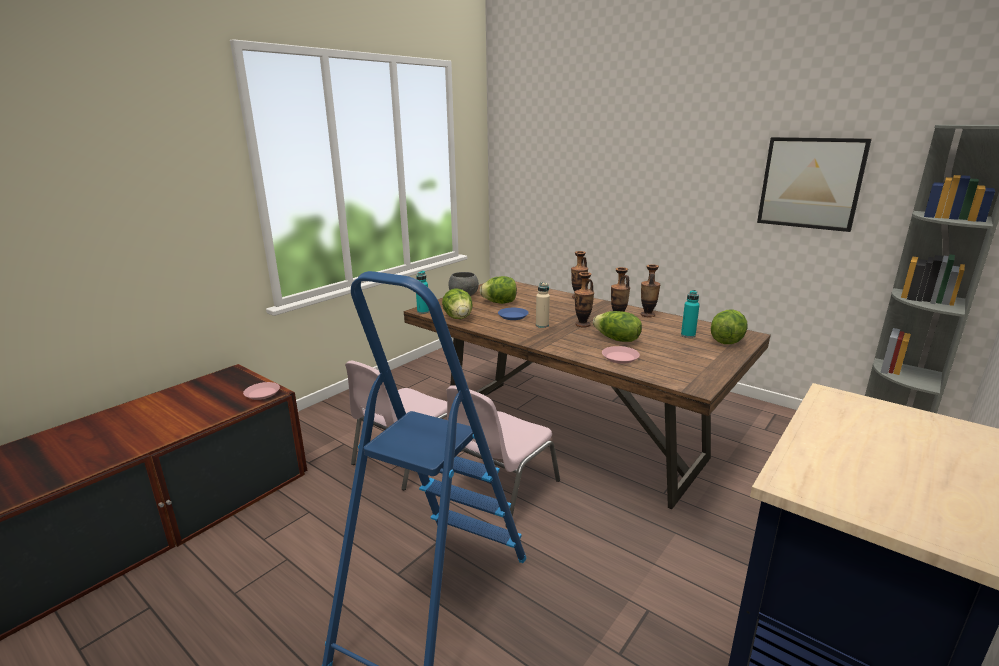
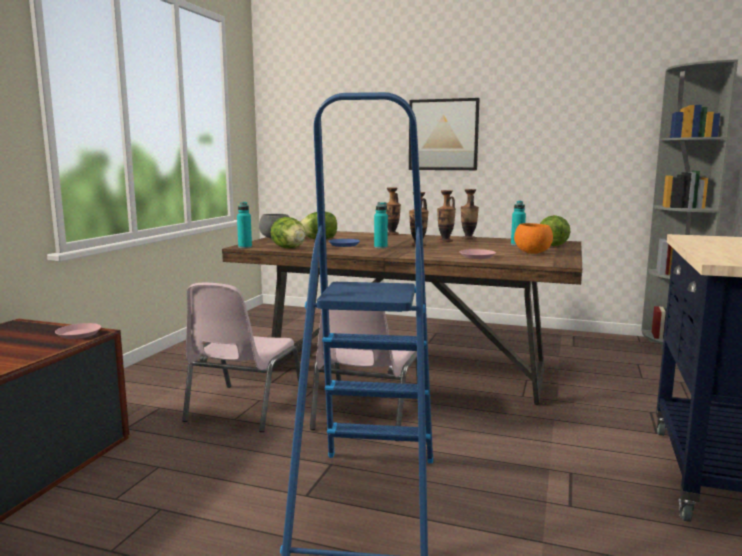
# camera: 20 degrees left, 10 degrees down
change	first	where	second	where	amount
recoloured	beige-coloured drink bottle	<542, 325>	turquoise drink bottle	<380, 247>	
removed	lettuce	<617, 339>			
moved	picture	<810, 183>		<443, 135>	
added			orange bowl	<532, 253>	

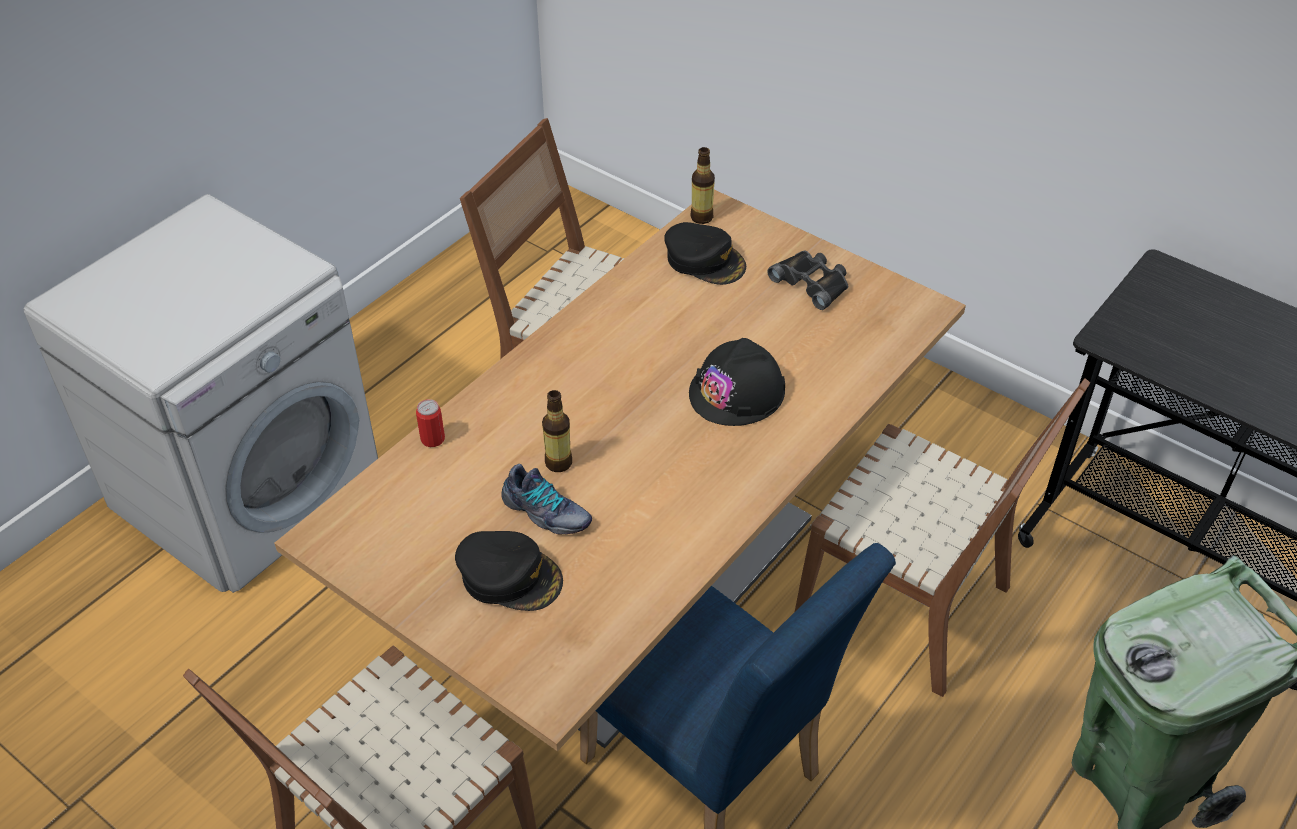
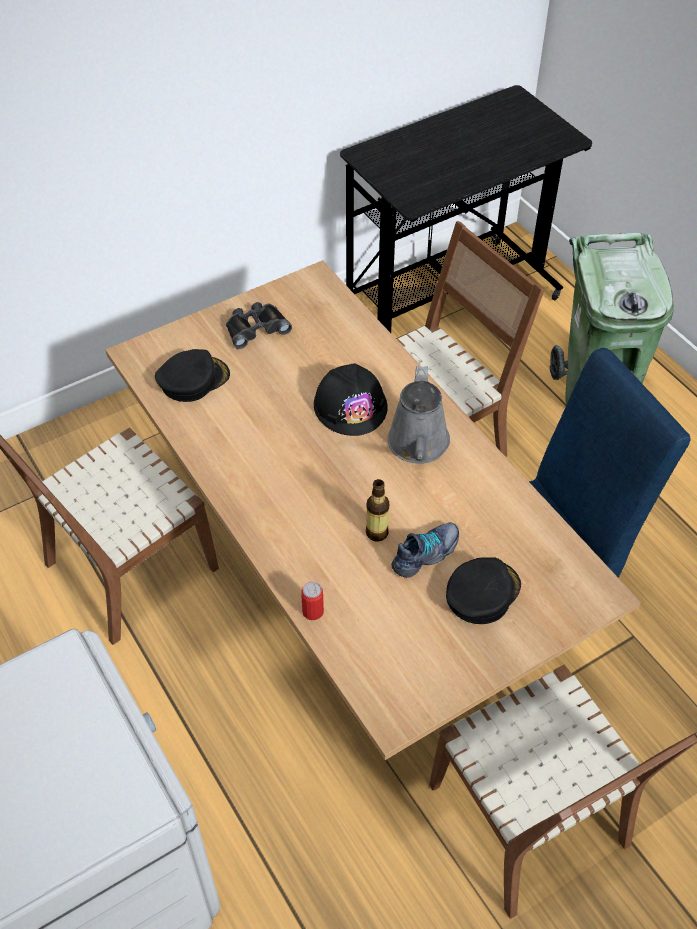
# camera: 70 degrees left, 5 degrees up
change	first	where	second	where	amount
removed	drink bottle	<701, 217>			
added			grey watering pot	<418, 445>	

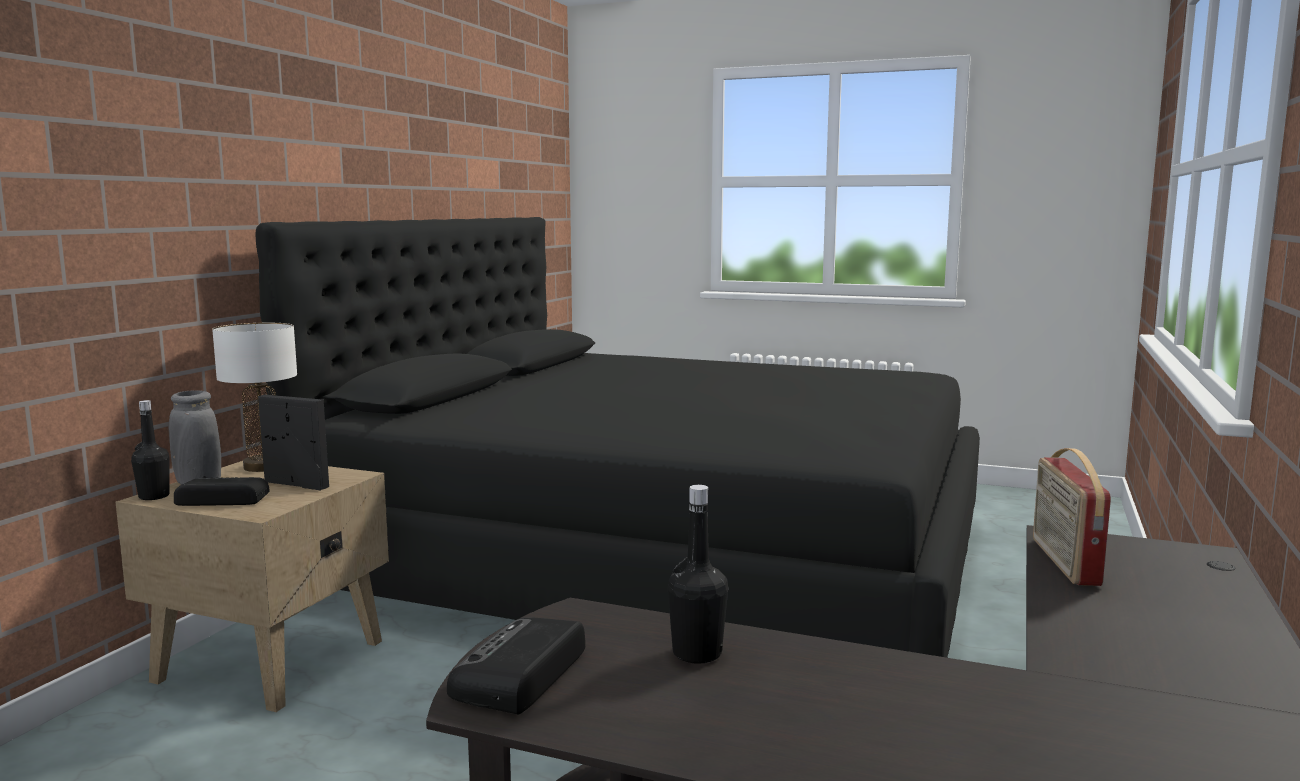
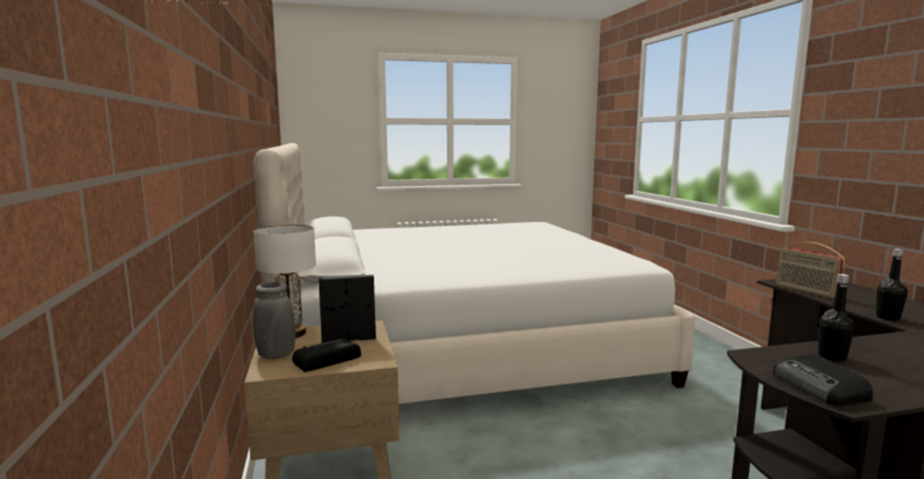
# camera: 35 degrees left, 0 degrees up
change	first	where	second	where	amount
moved	black drink bottle	<154, 496>		<888, 317>	
recoloured	black bed	<667, 558>	white bed	<456, 344>	

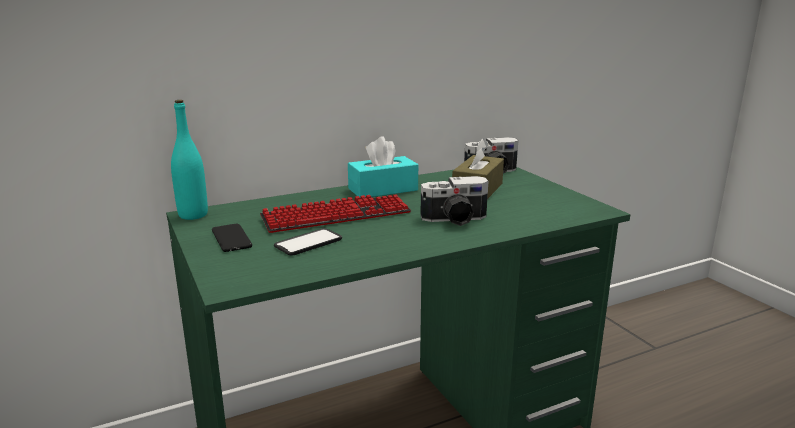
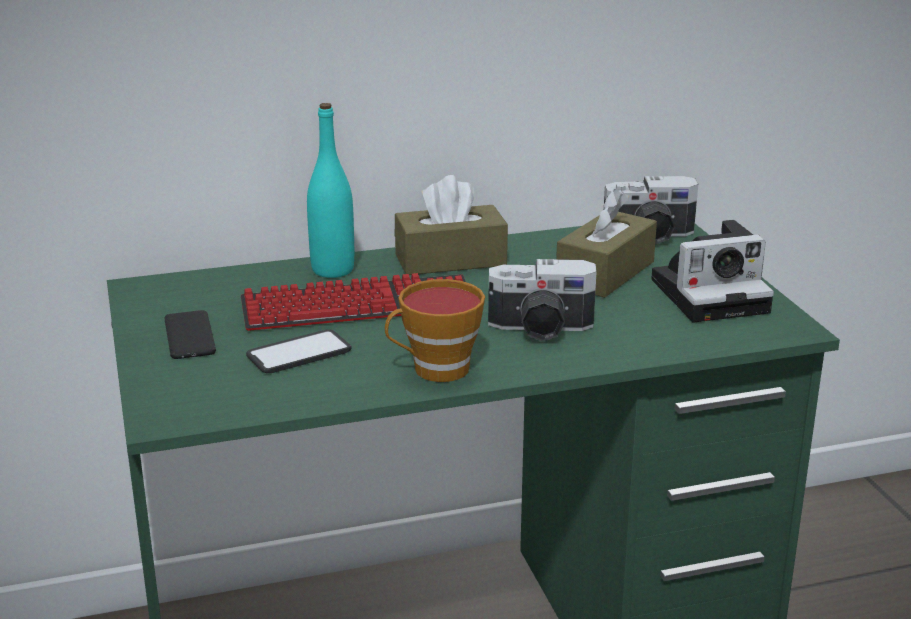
# camera: 10 degrees right, 5 degrees up
change	first	where	second	where	amount
moved	turquoise drink bottle	<193, 215>		<332, 270>	
recoloured	turquoise box of tissues	<383, 189>	brown-coloured box of tissues	<450, 260>	
added			cup	<435, 370>	
added			still camera	<713, 294>	

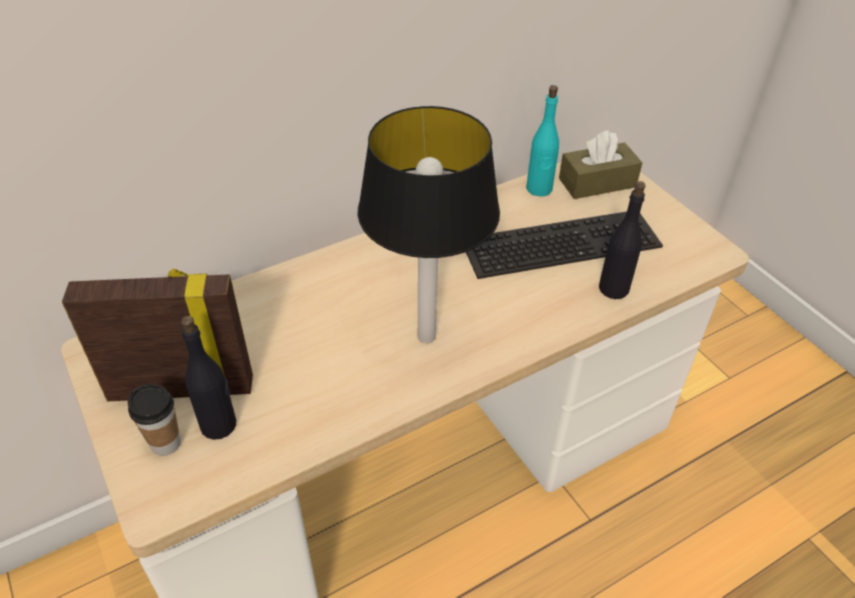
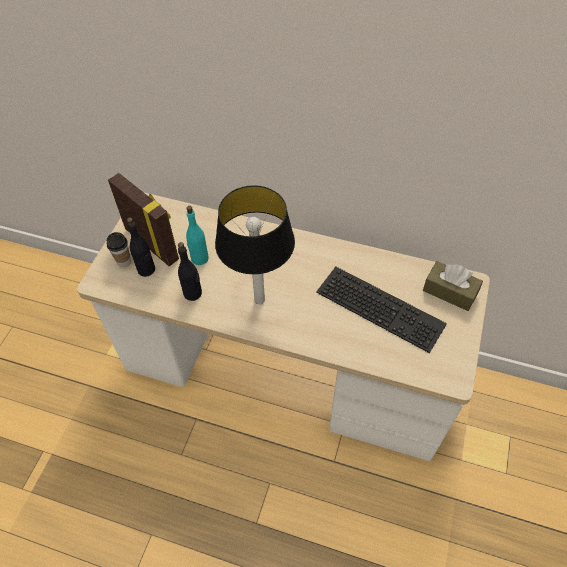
# camera: 50 degrees right, 10 degrees up
change	first	where	second	where	amount
moved	turquoise drink bottle	<539, 189>		<199, 258>	
moved	black drink bottle	<614, 288>		<193, 293>	

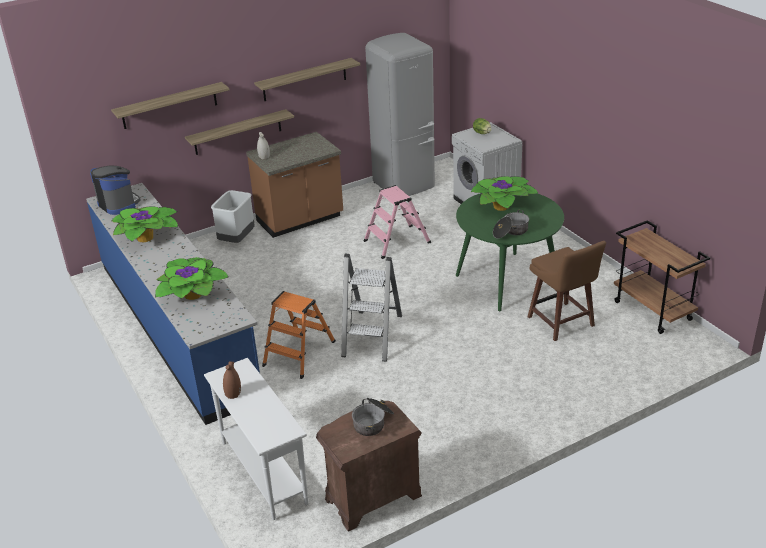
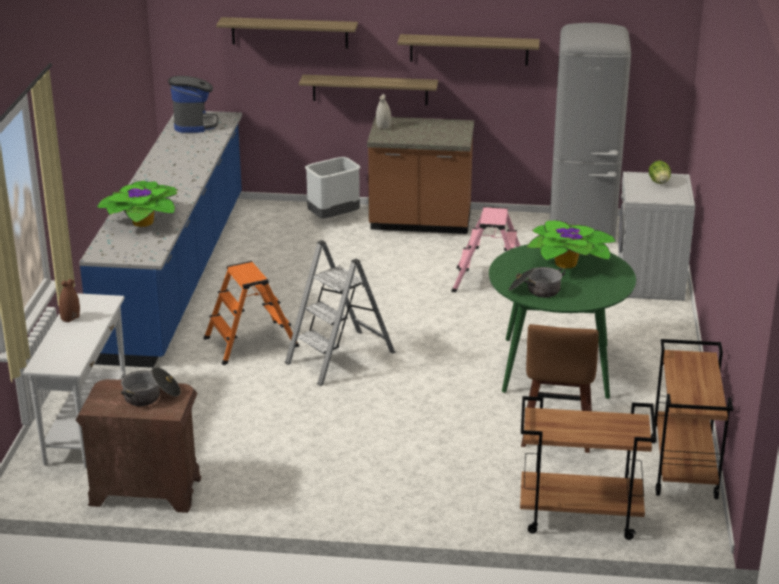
# camera: 35 degrees right, 5 degrees down
change	first	where	second	where	amount
removed	plant in a pot	<147, 237>			
added			brown-coloured cart	<578, 517>	

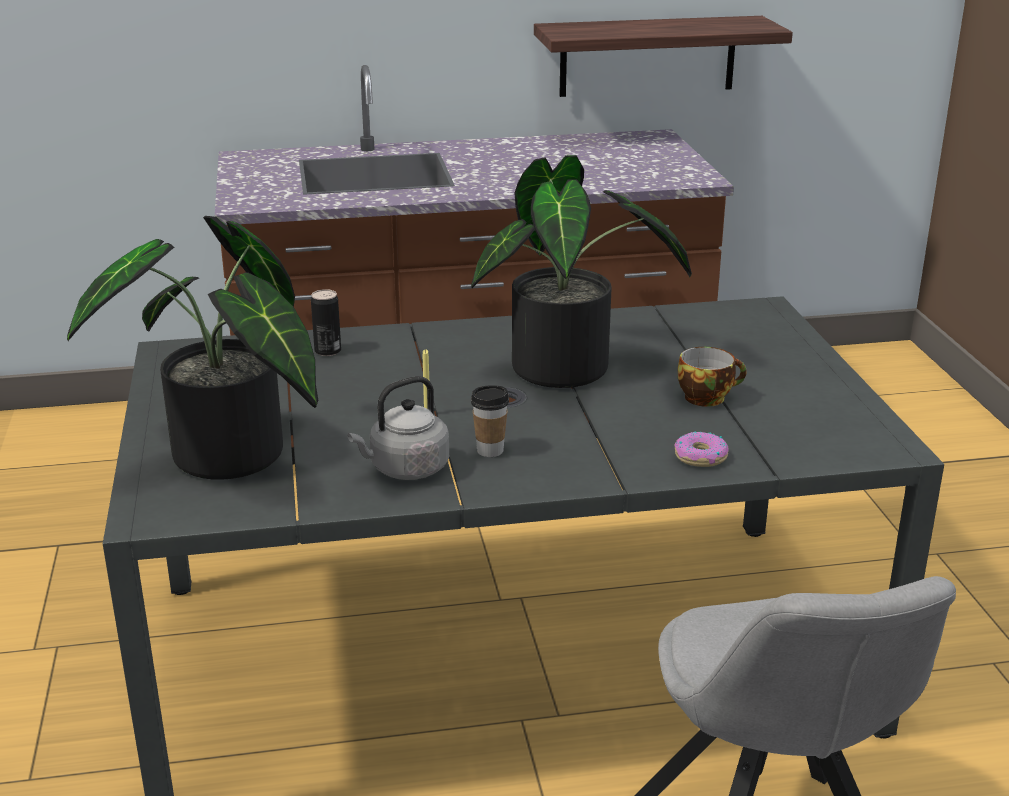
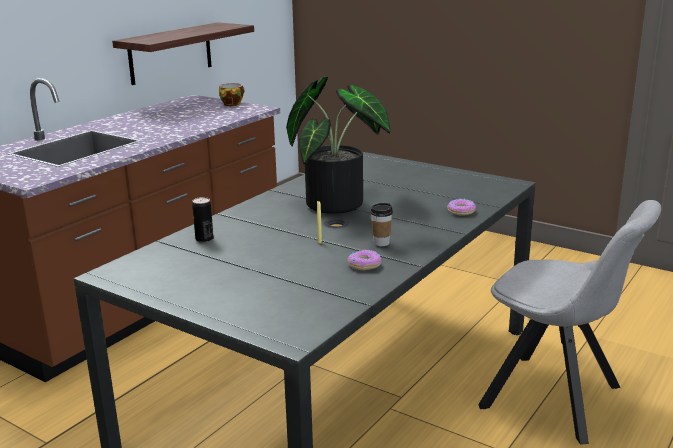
# camera: 45 degrees left, 5 degrees down
change	first	where	second	where	amount
removed	plant in a pot	<229, 461>			
replaced	grey tea kettle	<405, 469>	donut	<364, 265>	
moved	cup	<707, 397>		<232, 104>	

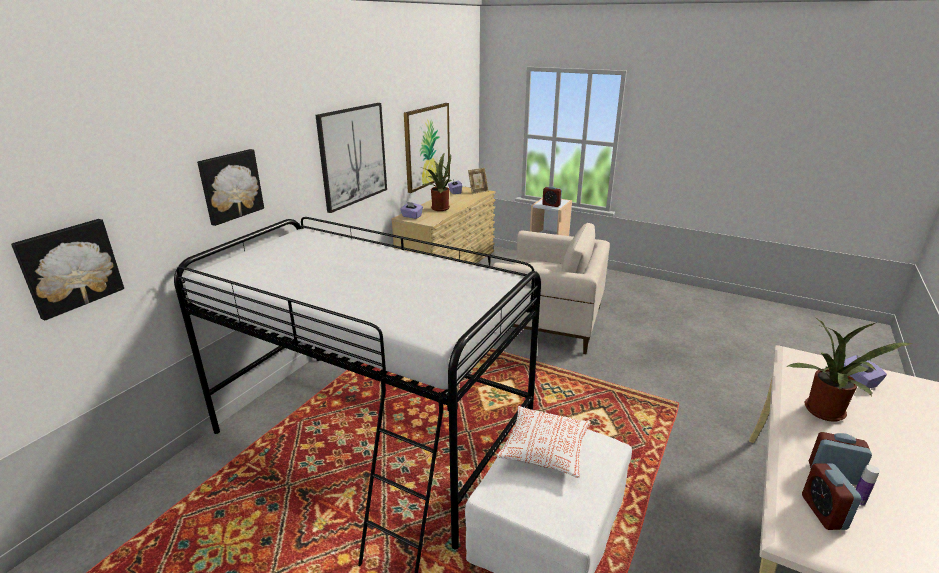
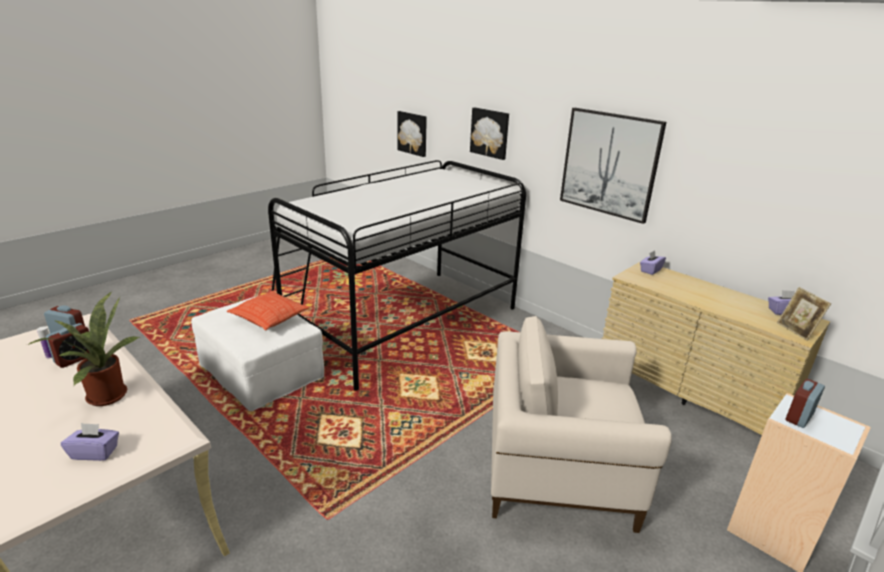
# camera: 105 degrees right, 0 degrees up
change	first	where	second	where	amount
removed	picture	<427, 146>			
removed	plant in a pot	<438, 208>			
turned	beige-coloured lounge chair	<548, 322>		<558, 467>	60 degrees clockwise
recoloured	white throw pillow	<545, 450>	orange throw pillow	<270, 318>	

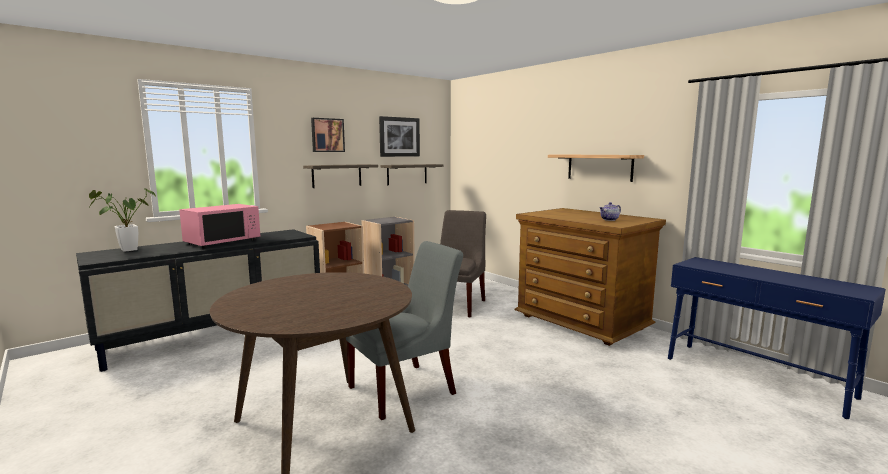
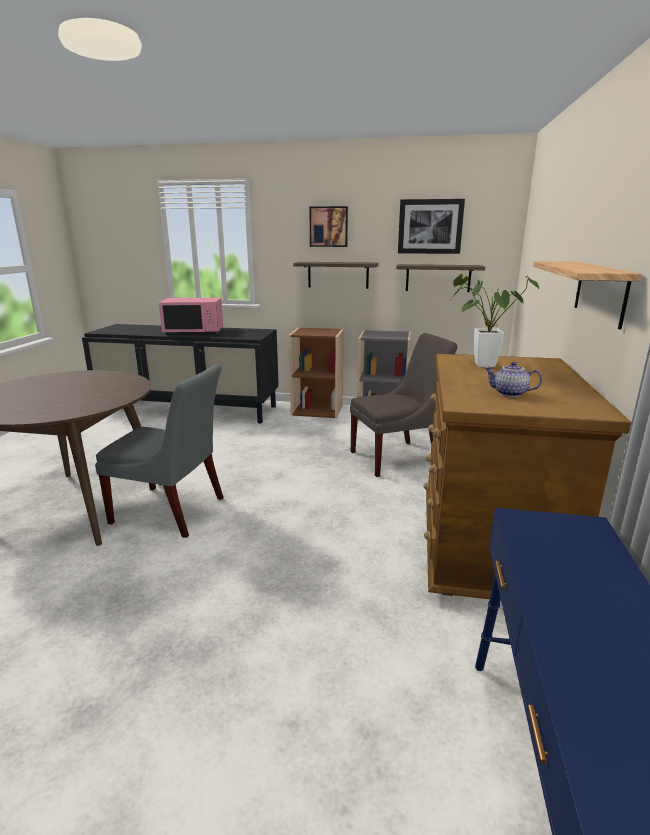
# camera: 50 degrees right, 10 degrees up
change	first	where	second	where	amount
moved	plant in a pot	<124, 250>		<479, 365>	

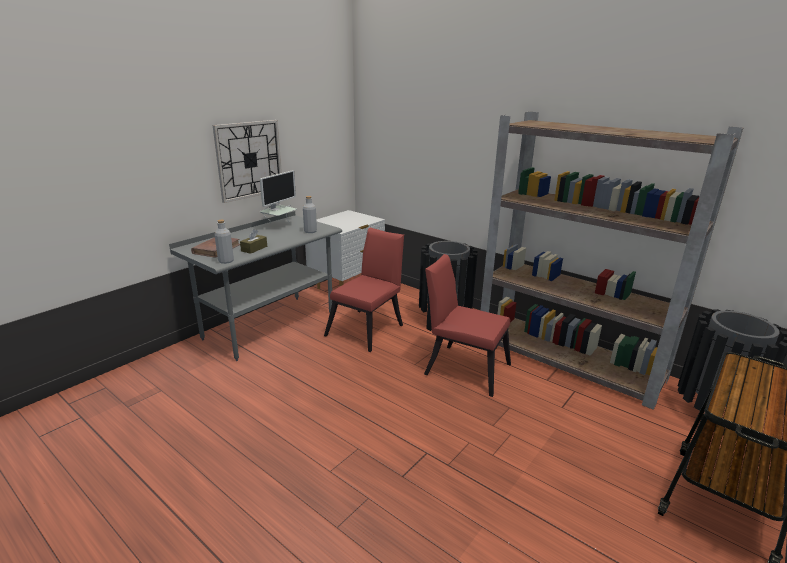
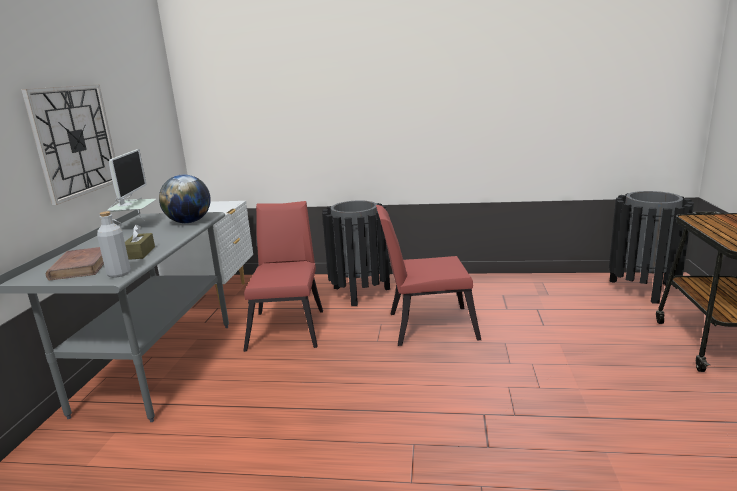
# camera: 30 degrees left, 5 degrees down
change	first	where	second	where	amount
replaced	grey drink bottle	<310, 231>	world globe	<189, 222>	
removed	brown-coloured shelving unit	<567, 359>			

